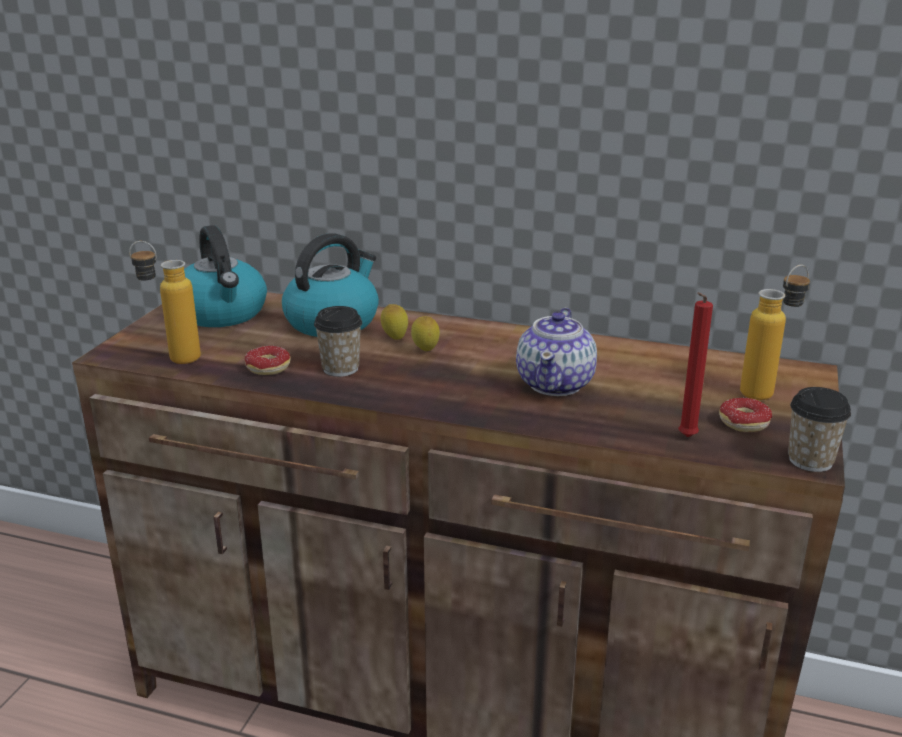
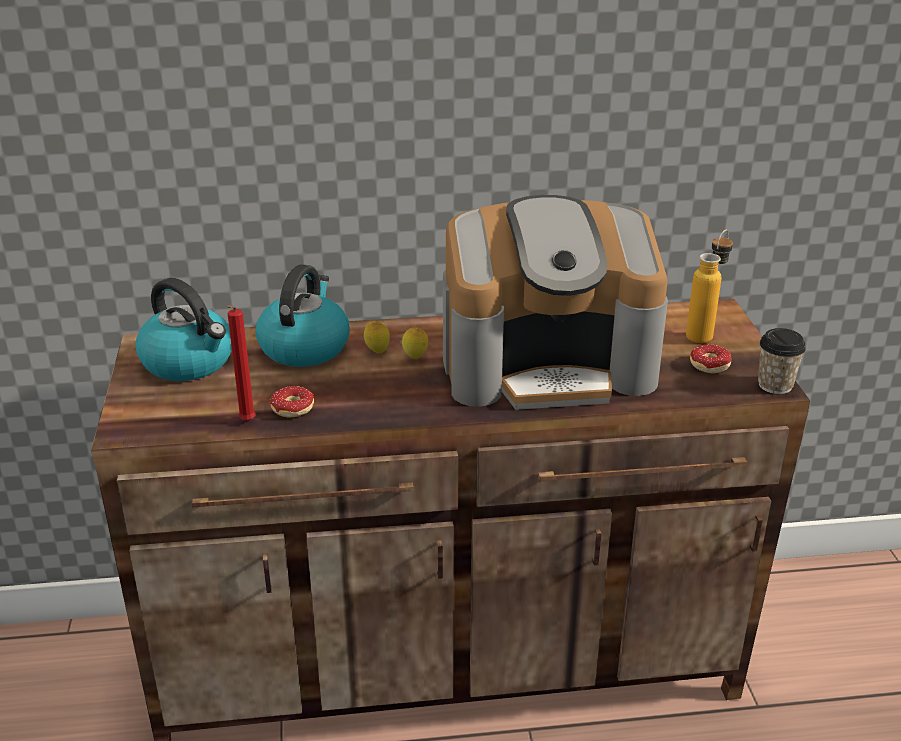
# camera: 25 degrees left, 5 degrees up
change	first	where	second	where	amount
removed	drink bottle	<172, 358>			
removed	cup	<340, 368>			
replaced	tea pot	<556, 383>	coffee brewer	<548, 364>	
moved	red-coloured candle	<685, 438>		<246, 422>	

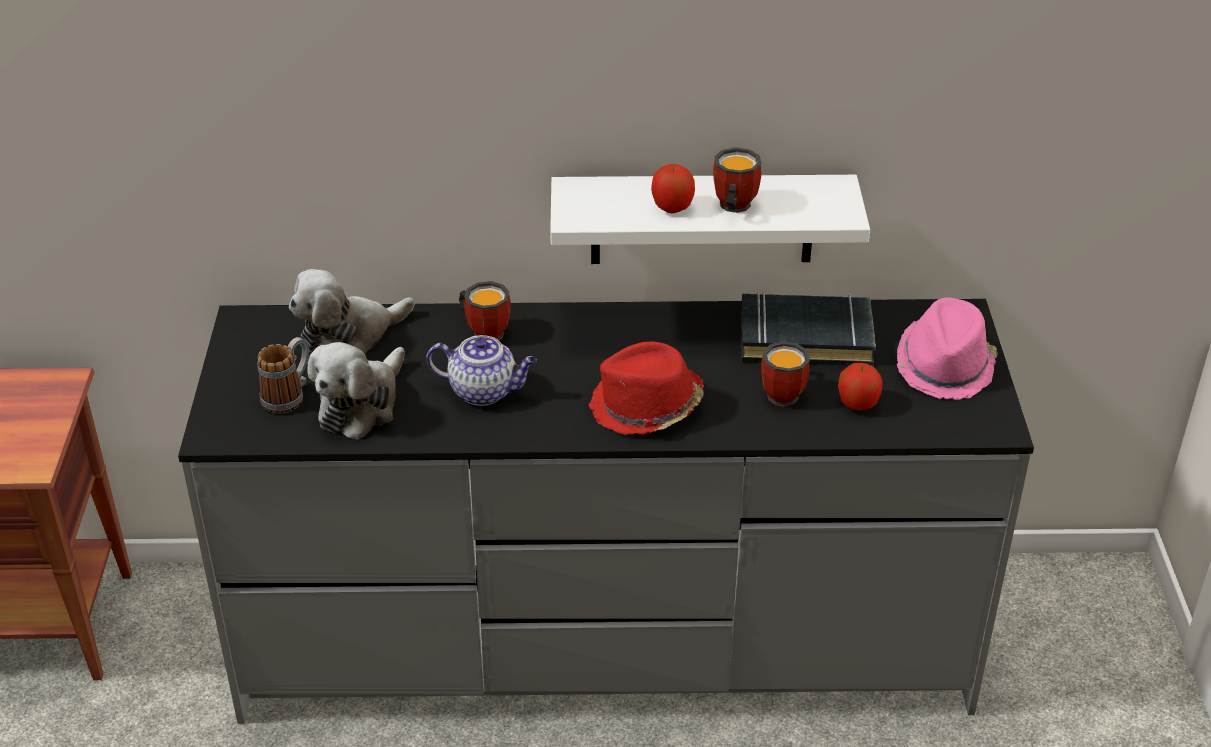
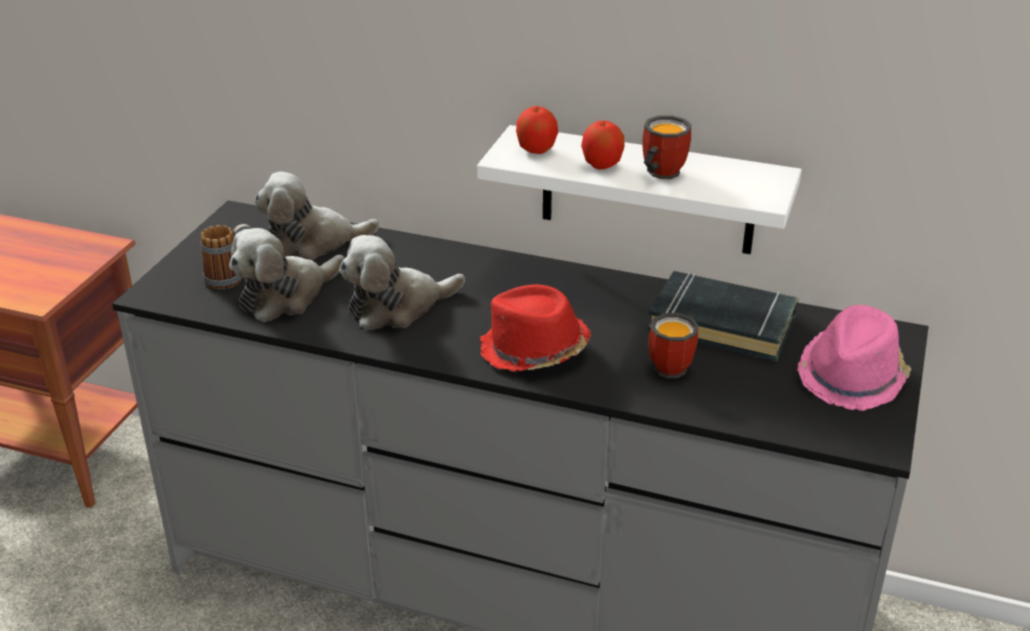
# camera: 20 degrees right, 5 degrees down
change	first	where	second	where	amount
replaced	tea pot	<485, 391>	plush toy	<397, 307>	
removed	mug	<486, 330>			
moved	whole apple	<857, 404>		<536, 150>	

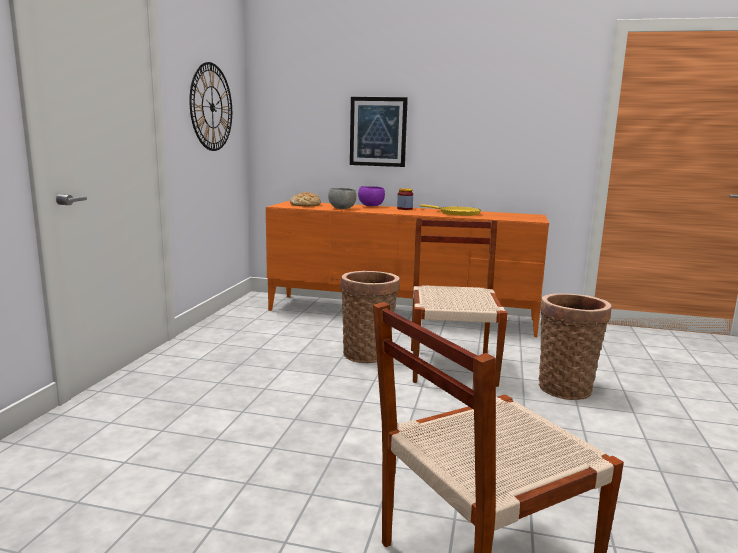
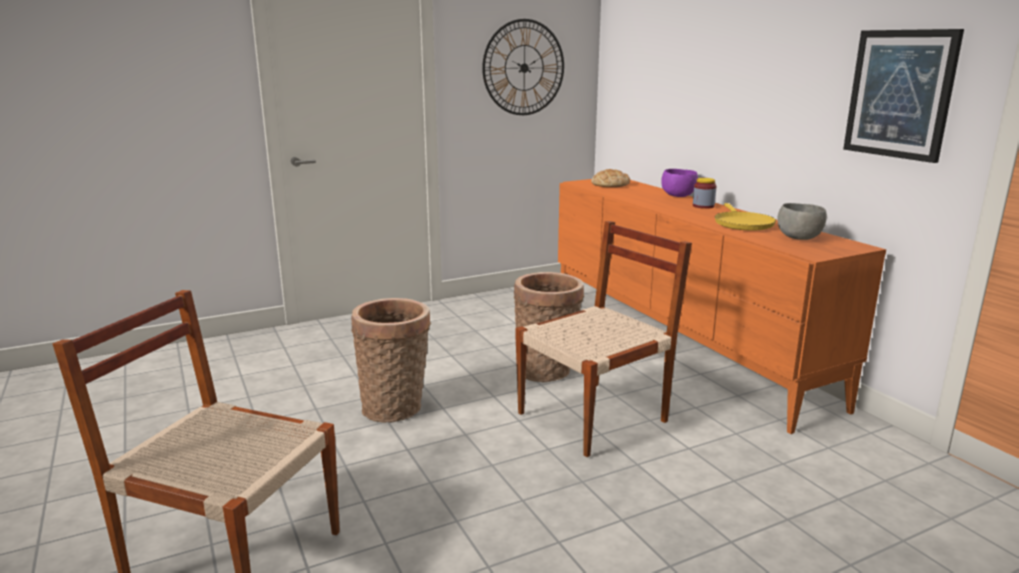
# camera: 50 degrees right, 5 degrees up
change	first	where	second	where	amount
moved	grey bowl	<342, 208>		<799, 238>	
moved	picture	<378, 132>		<900, 94>	
moved	household basket	<565, 387>		<396, 408>	

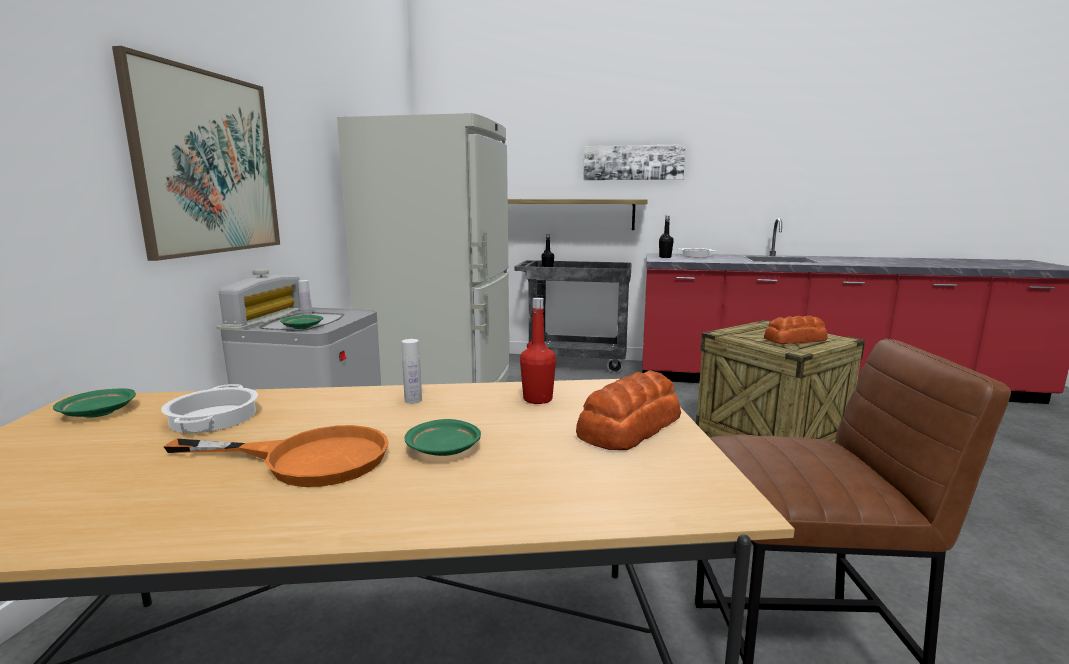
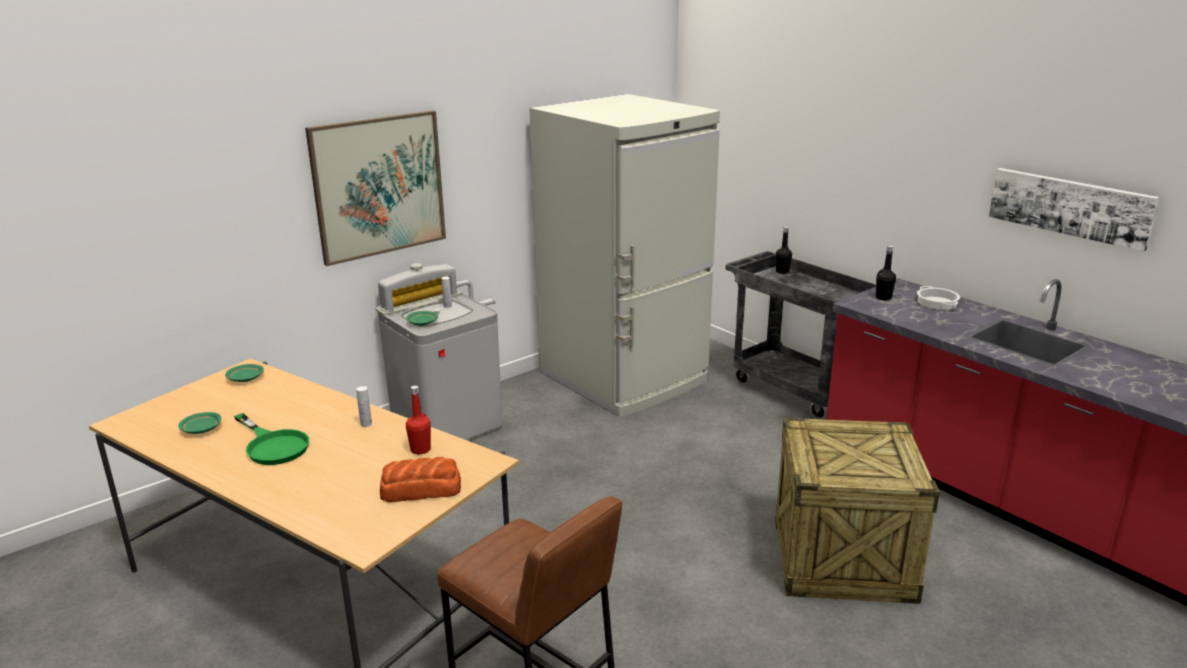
# camera: 40 degrees right, 10 degrees up
change	first	where	second	where	amount
removed	saucepot	<213, 417>			
recoloured	orange skillet	<307, 459>	green skillet	<273, 445>	
moved	green plate	<443, 449>		<201, 429>	
removed	bracket shelf	<559, 214>			
moved	picture	<633, 162>		<1069, 207>	
removed	bakery bread	<796, 340>			

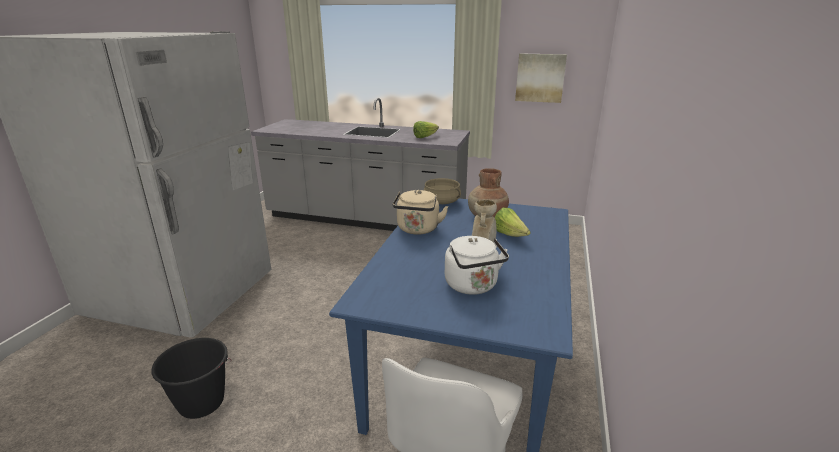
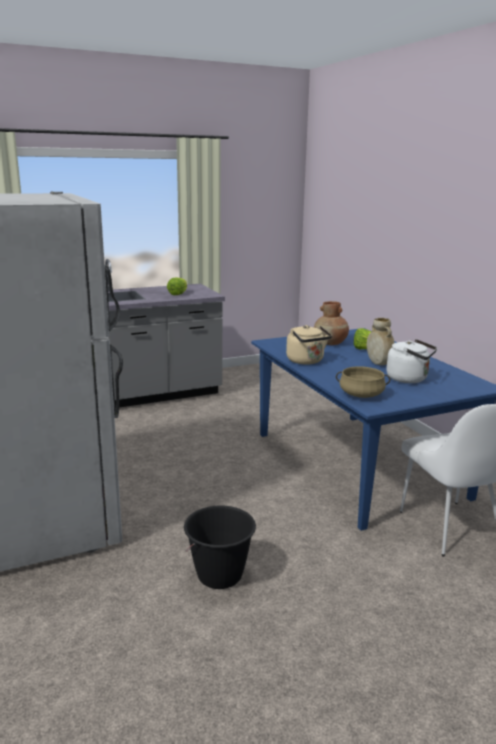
# camera: 40 degrees left, 5 degrees down
change	first	where	second	where	amount
moved	beige-coloured saucepot	<442, 202>		<361, 394>	
removed	picture	<540, 78>			

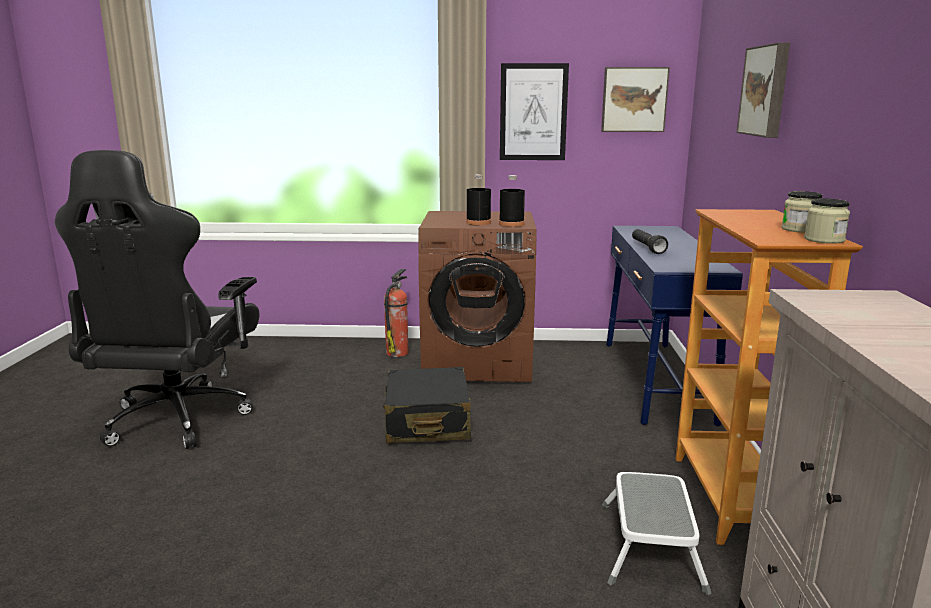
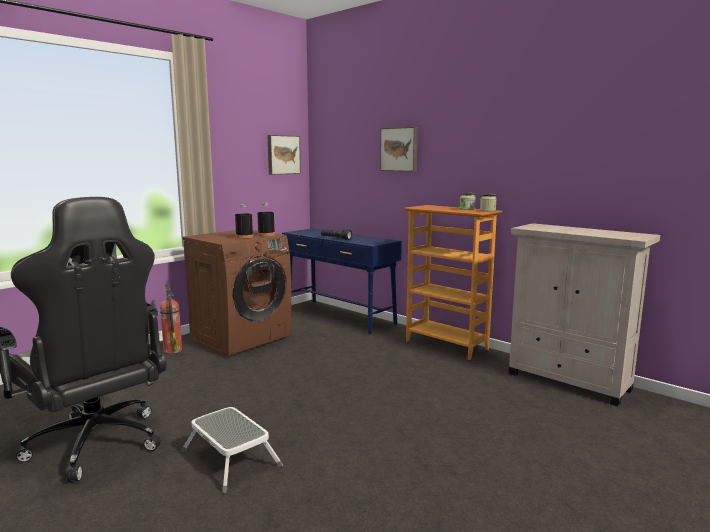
# camera: 50 degrees left, 5 degrees down
change	first	where	second	where	amount
removed	black travel case	<427, 422>			
removed	picture	<533, 112>			
moved	grey stepladder	<650, 545>		<230, 458>	

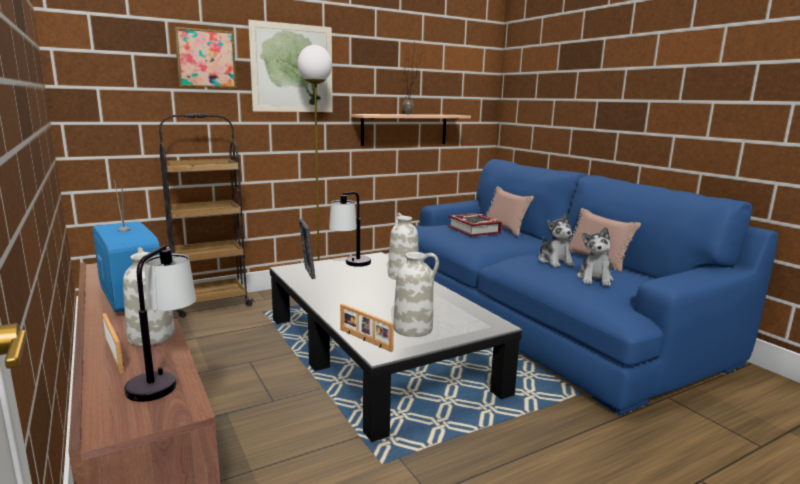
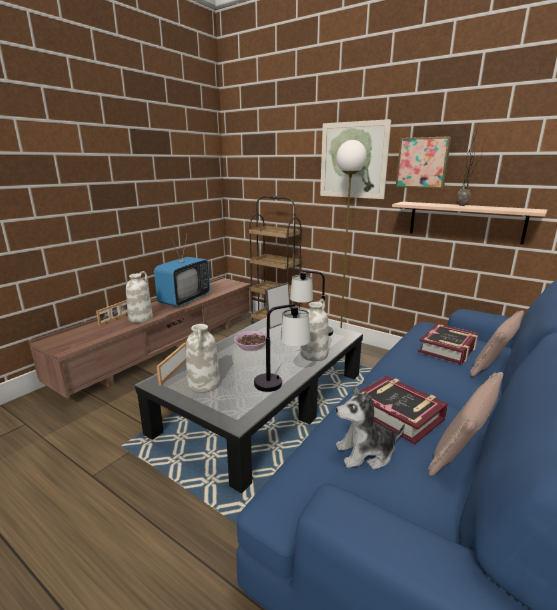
# camera: 65 degrees right, 5 degrees up
change	first	where	second	where	amount
moved	table lamp	<164, 377>		<281, 382>	
moved	picture	<205, 59>		<422, 163>	
replaced	plush toy	<555, 261>	book	<398, 414>	
added			bowl	<251, 345>	

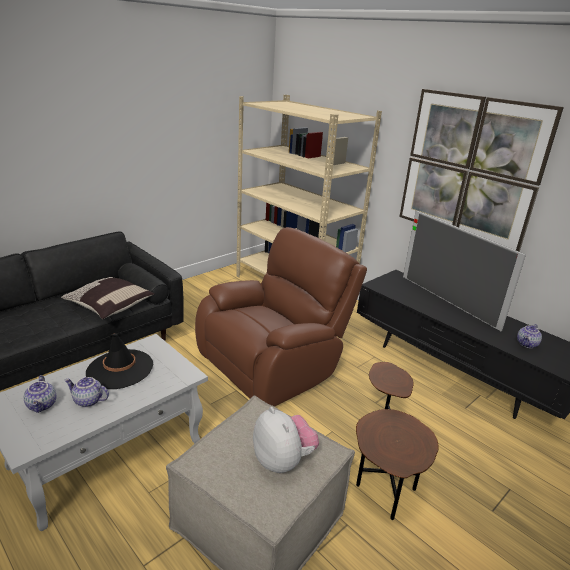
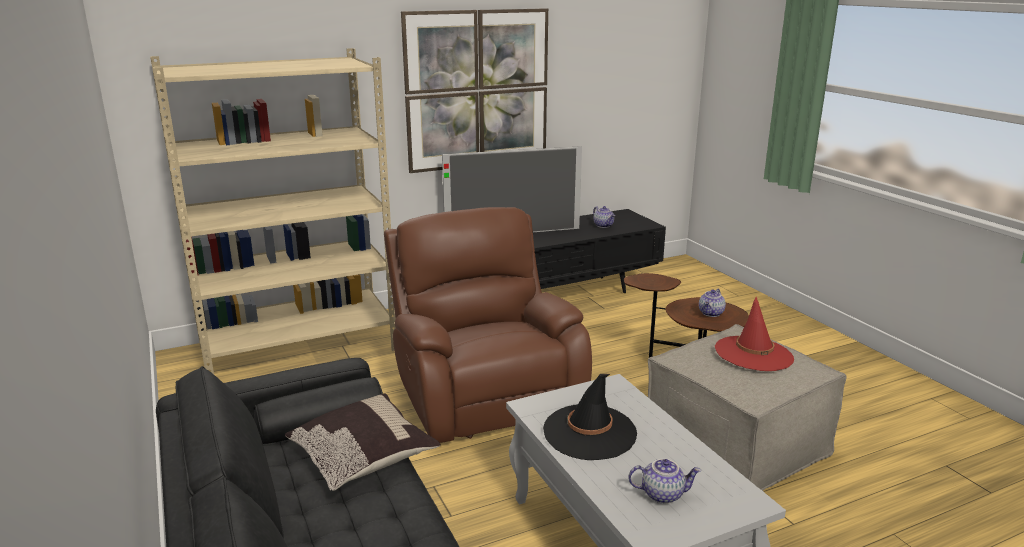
# camera: 70 degrees left, 5 degrees down
change	first	where	second	where	amount
moved	tea pot	<87, 401>		<711, 313>	
replaced	plush toy	<283, 461>	red-coloured hat	<753, 354>	

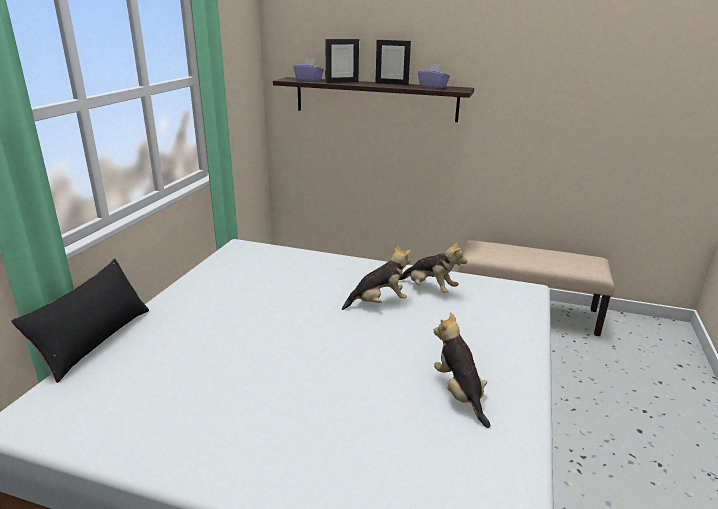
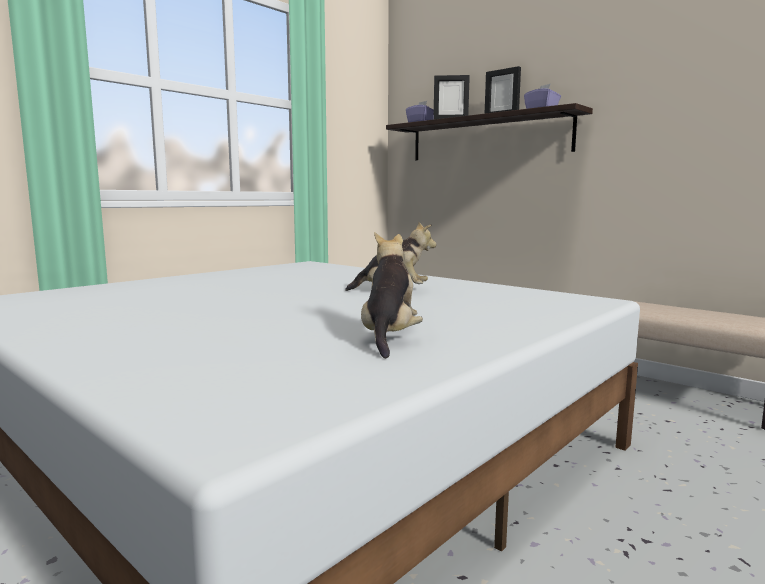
# camera: 25 degrees right, 15 degrees down
change	first	where	second	where	amount
removed	black throw pillow	<94, 340>			
removed	plush toy	<429, 288>			

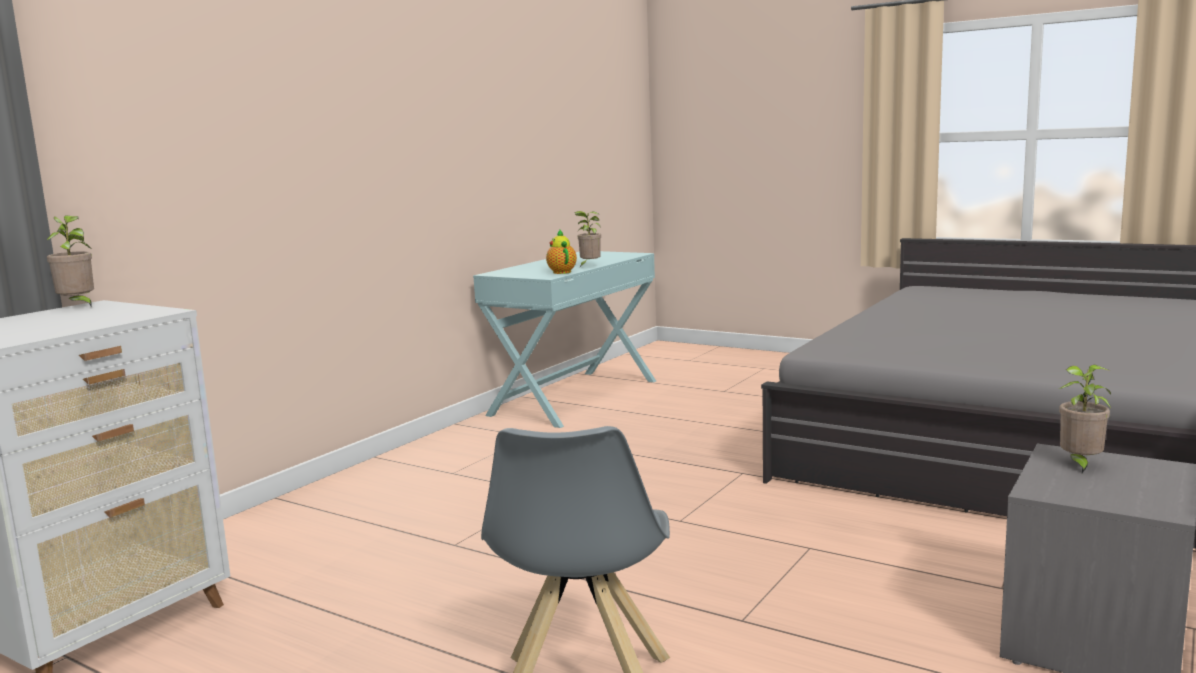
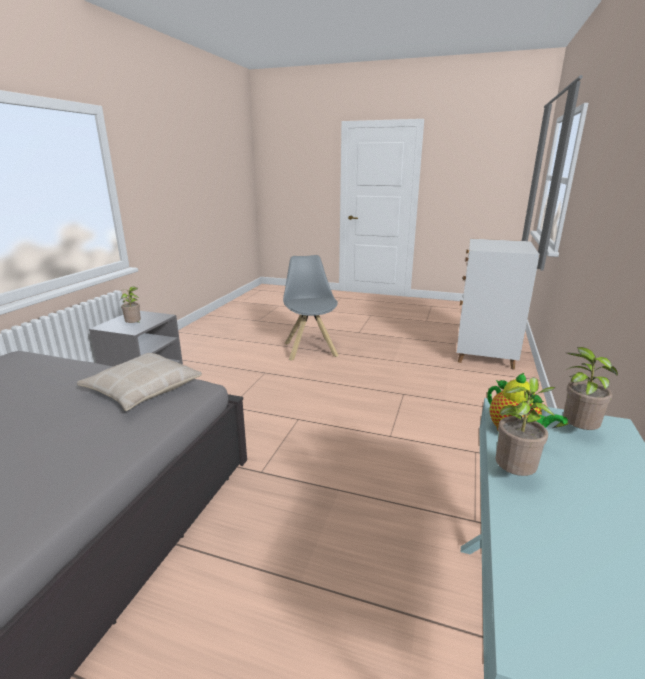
# camera: 165 degrees right, 10 degrees up
change	first	where	second	where	amount
moved	plant in a pot	<78, 306>		<575, 432>	
added			beige-coloured throw pillow	<142, 390>	

